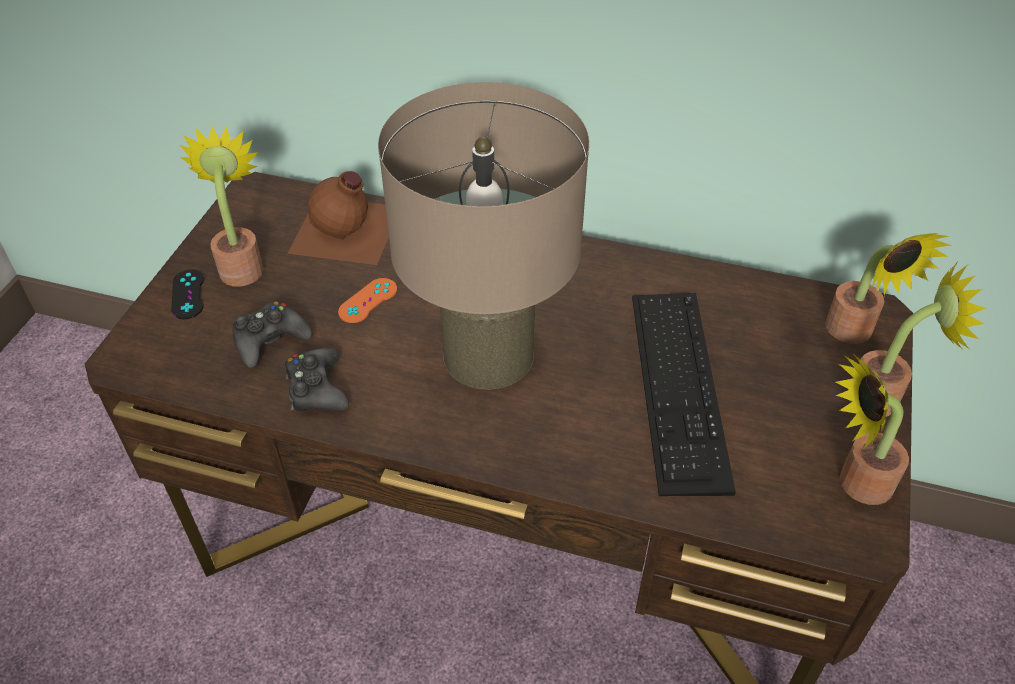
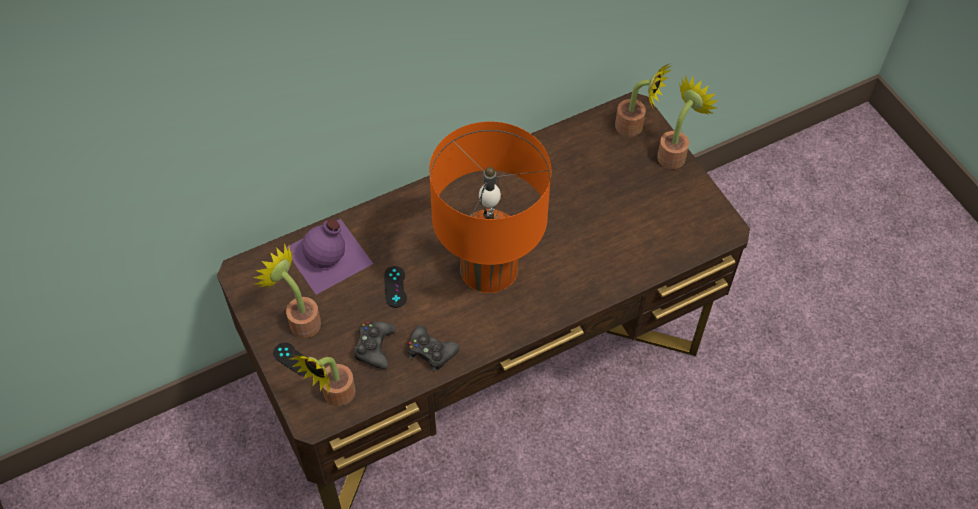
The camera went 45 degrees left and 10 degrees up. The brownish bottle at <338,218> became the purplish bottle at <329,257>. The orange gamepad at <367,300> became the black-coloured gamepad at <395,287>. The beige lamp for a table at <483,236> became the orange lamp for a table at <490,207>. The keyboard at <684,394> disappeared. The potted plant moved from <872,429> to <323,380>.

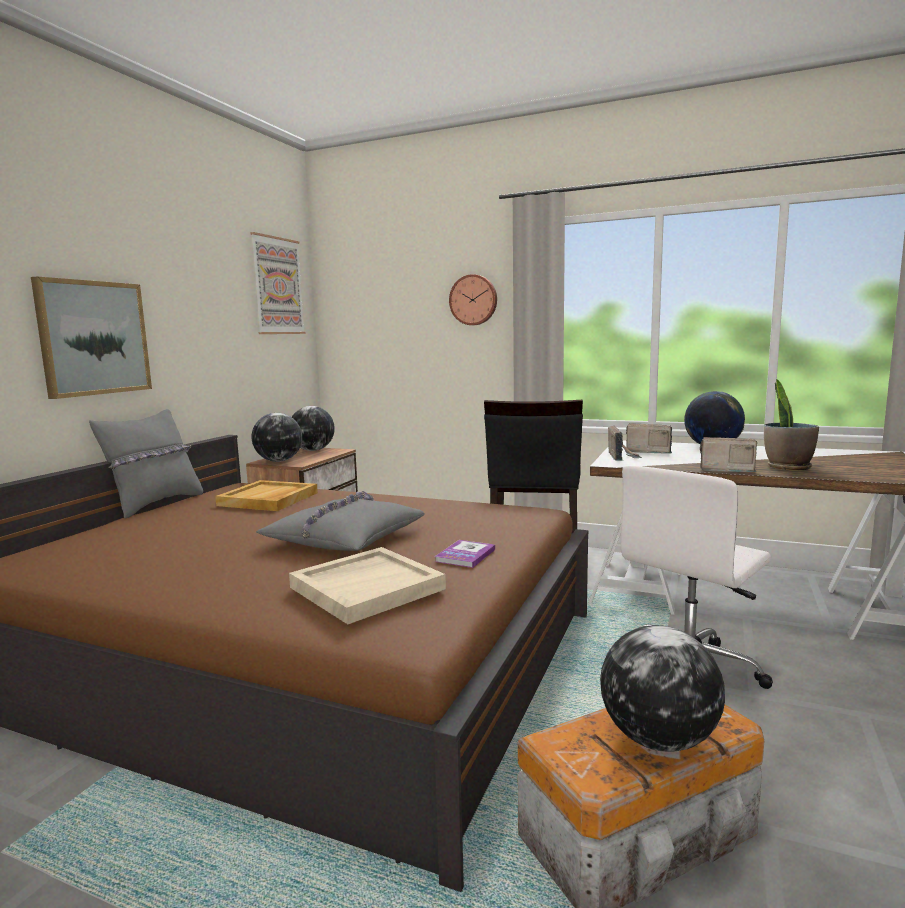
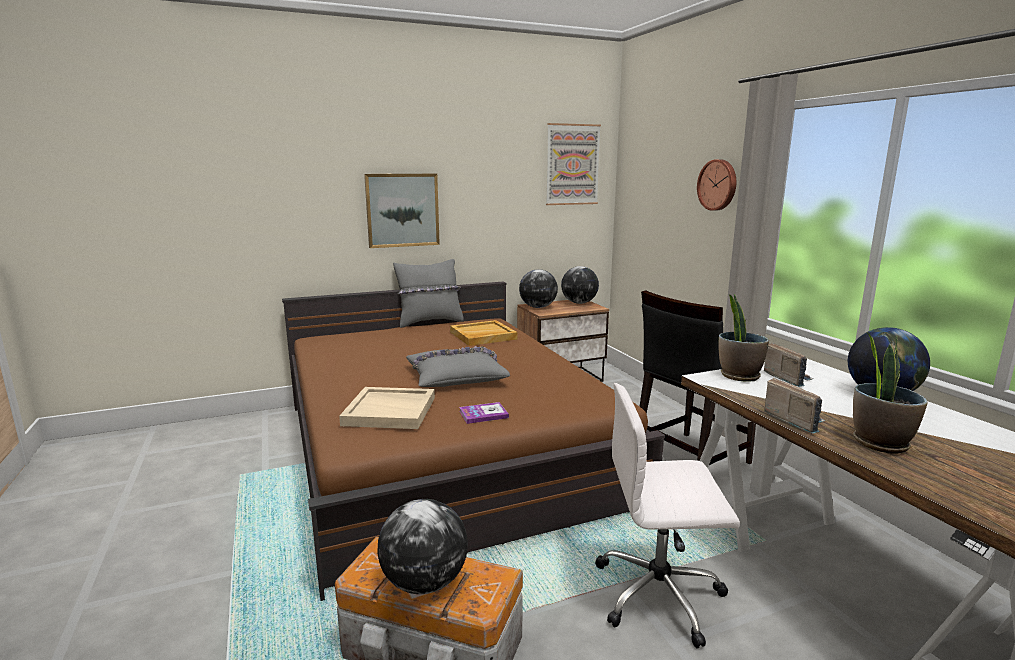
The camera went 45 degrees right and 5 degrees up. The radio set at <625,443> was replaced by the potted plant at <743,338>.

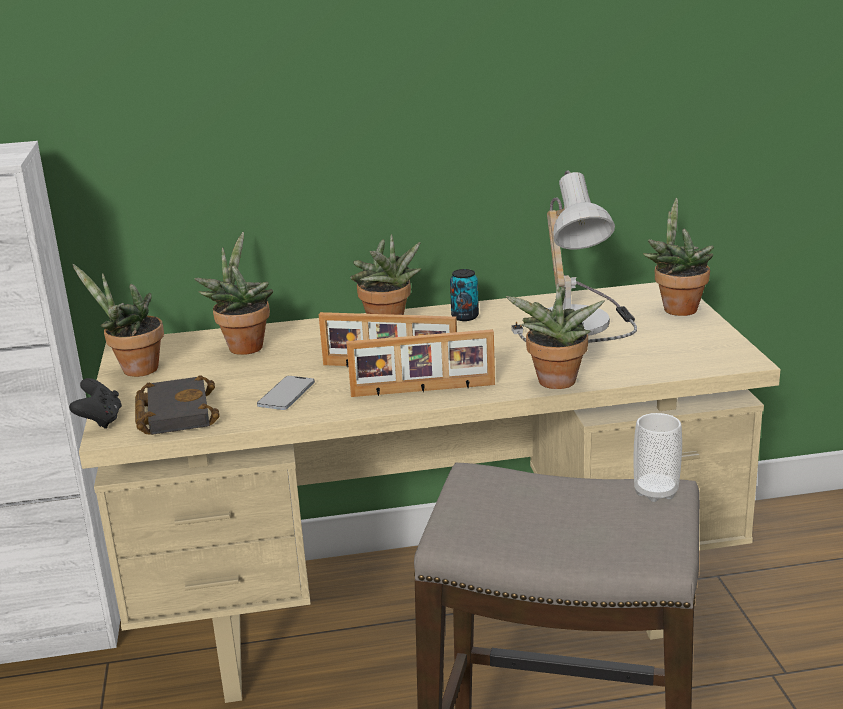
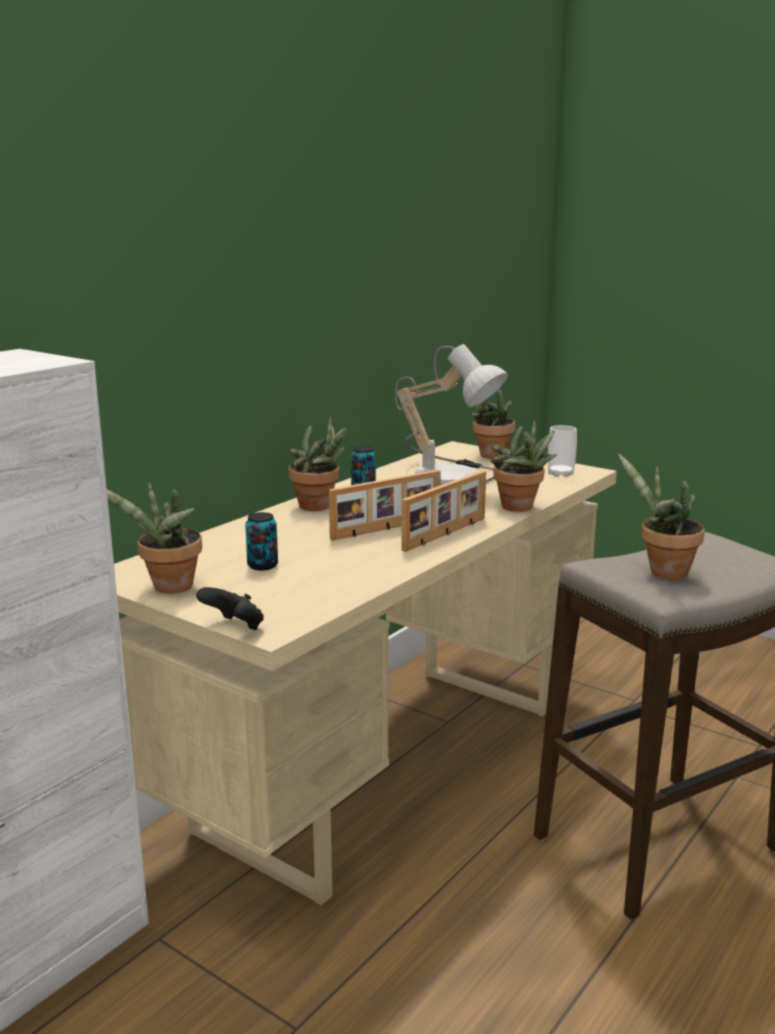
The camera went 45 degrees left and 5 degrees down. The black-coloured volume at <177,405> disappeared. The potted plant moved from <234,293> to <661,516>. The phone at <286,393> disappeared. The cup moved from <658,457> to <562,451>. The can at <261,541> appeared.

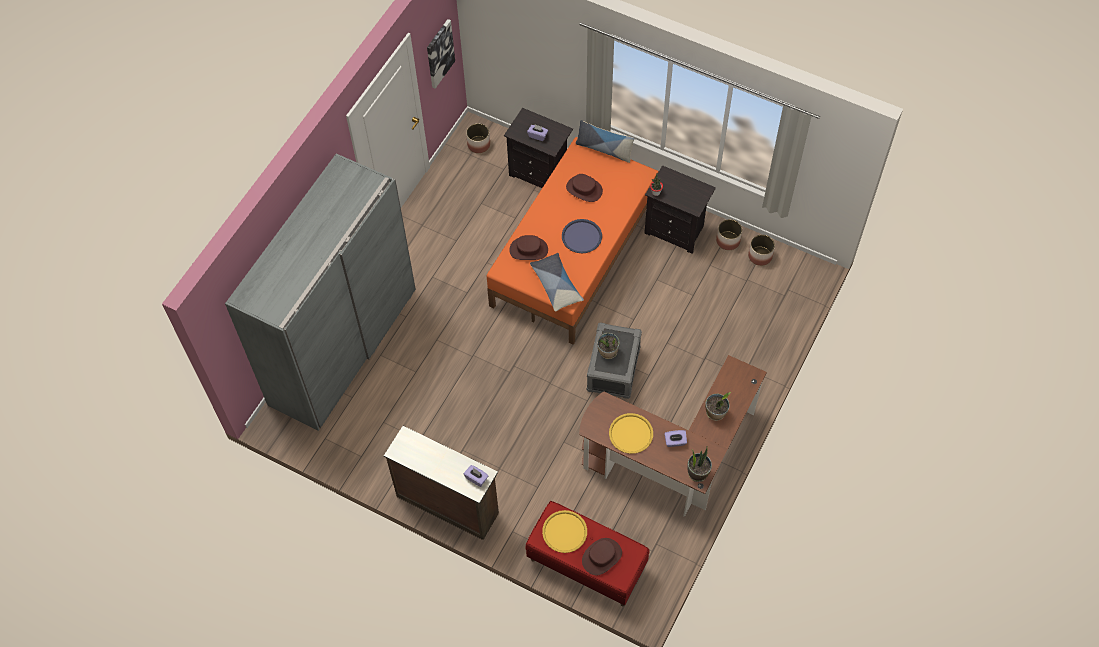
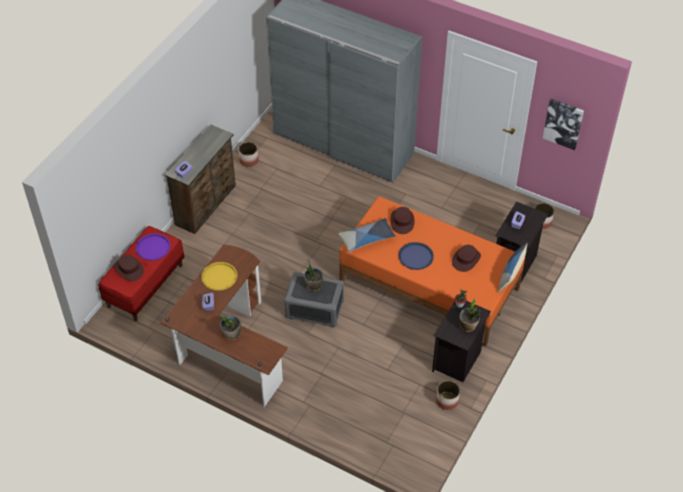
The camera went 90 degrees right and 10 degrees down. The yellowish serving tray at <564,531> became the purplish serving tray at <153,247>. The potted plant moved from <699,464> to <469,315>. The flower pot moved from <761,250> to <248,154>.

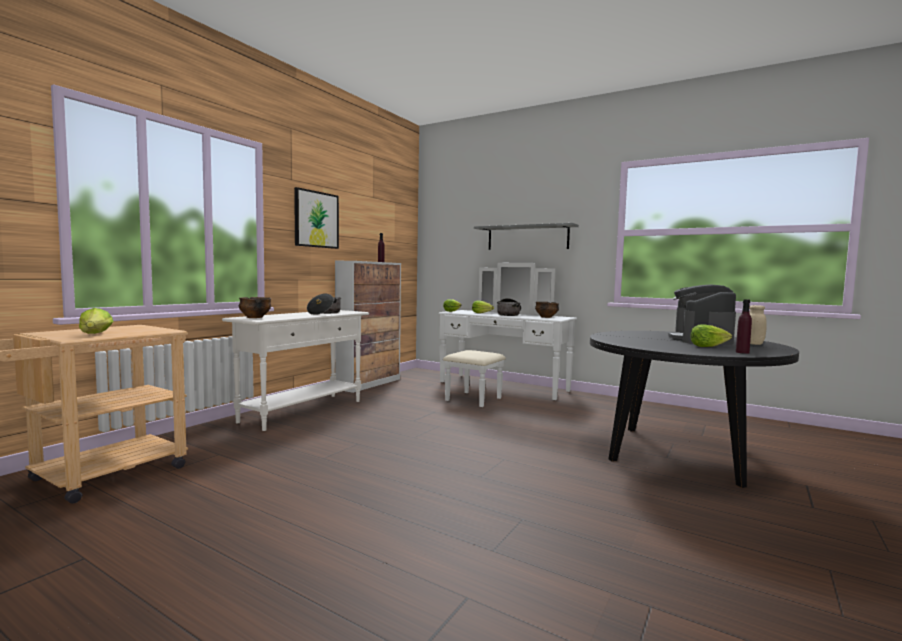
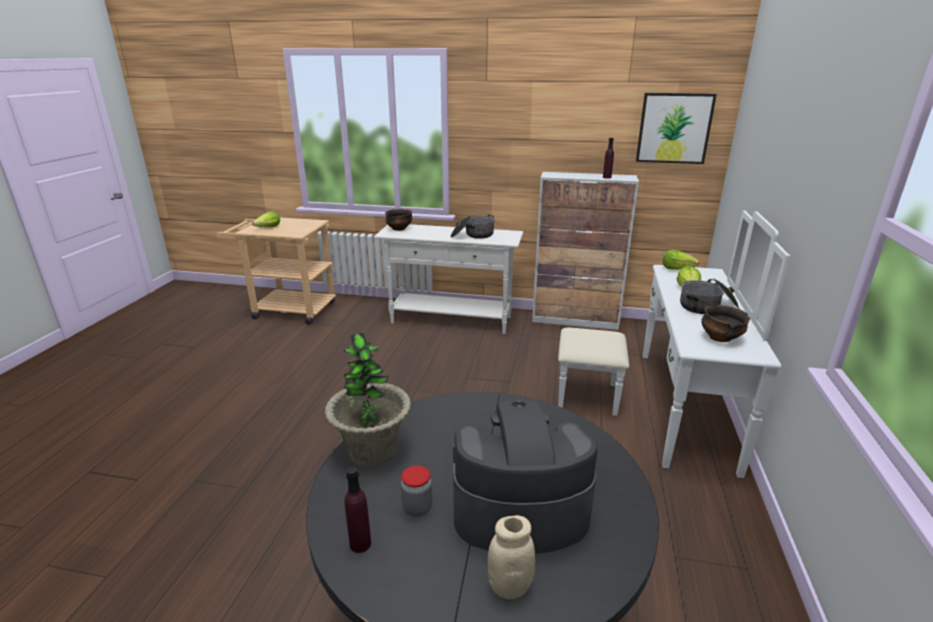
The camera went 70 degrees right and 20 degrees up. The picture moved from <316,218> to <676,128>. The grey shelf at <526,236> disappeared. The lettuce head at <711,335> was replaced by the jar at <416,491>. The potted plant at <368,399> appeared.

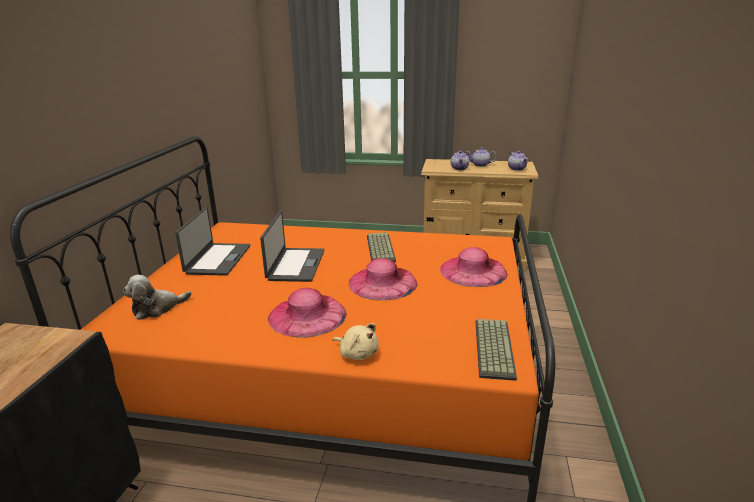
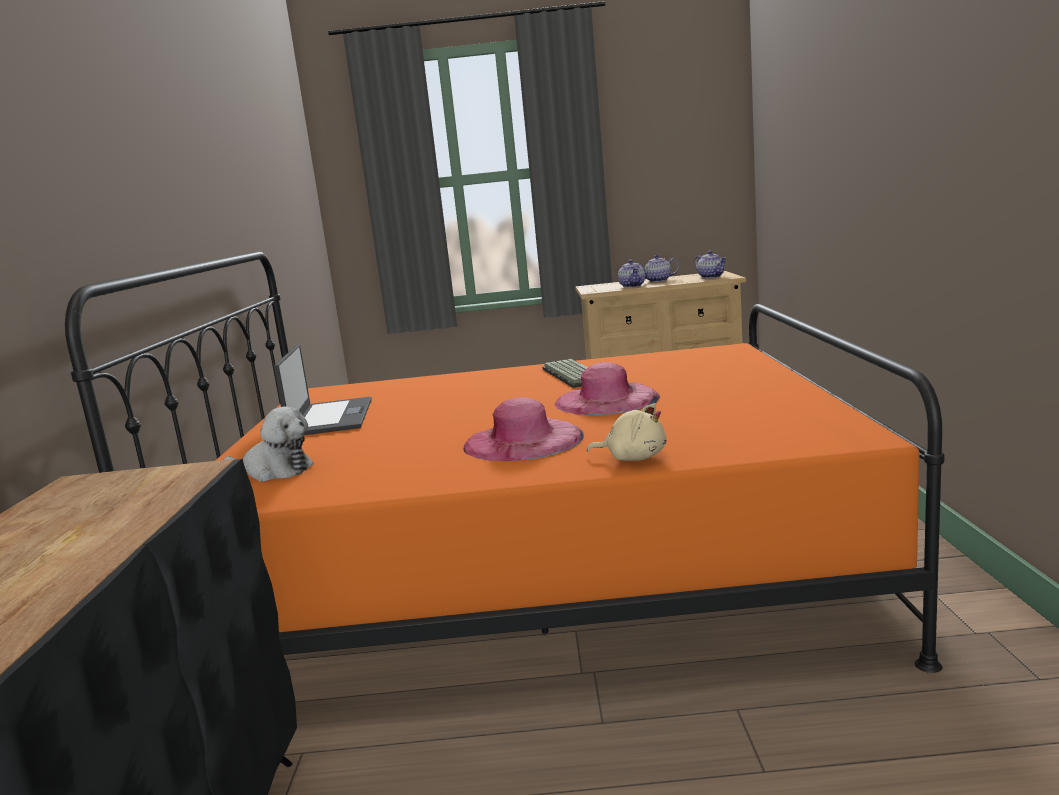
The camera went 10 degrees left and 10 degrees down. The soft toy at <157,297> turned 120 degrees counterclockwise. The laptop at <292,246> disappeared. The pink-coloured clothing hat at <474,267> disappeared. The keyboard at <496,350> disappeared.

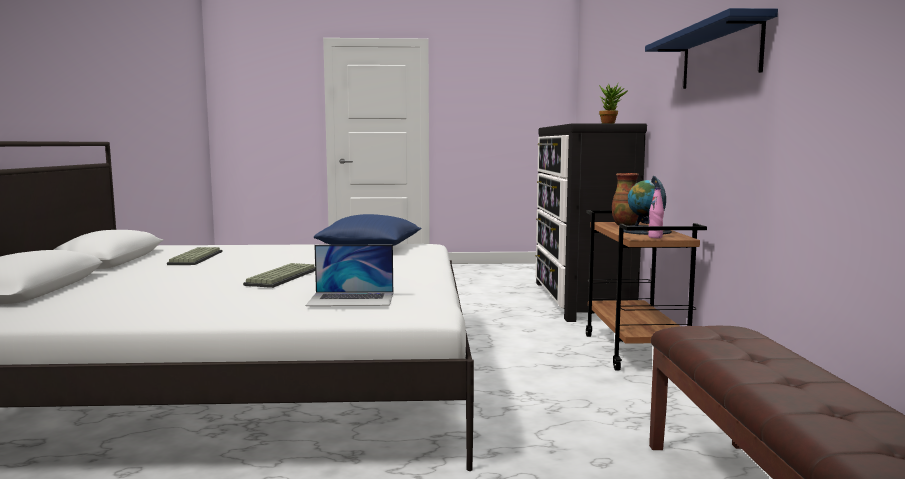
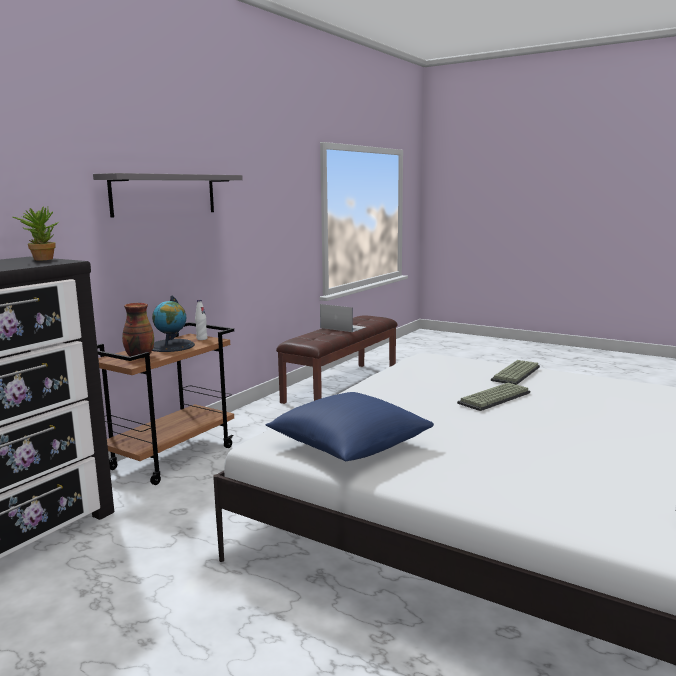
The camera went 145 degrees left and 5 degrees up. The keyboard moved from <195,256> to <515,372>. The laptop moved from <349,275> to <343,318>. The bluish shelf at <711,48> became the grey shelf at <168,195>. The pink-coloured bottle at <656,213> became the whitish bottle at <201,320>.

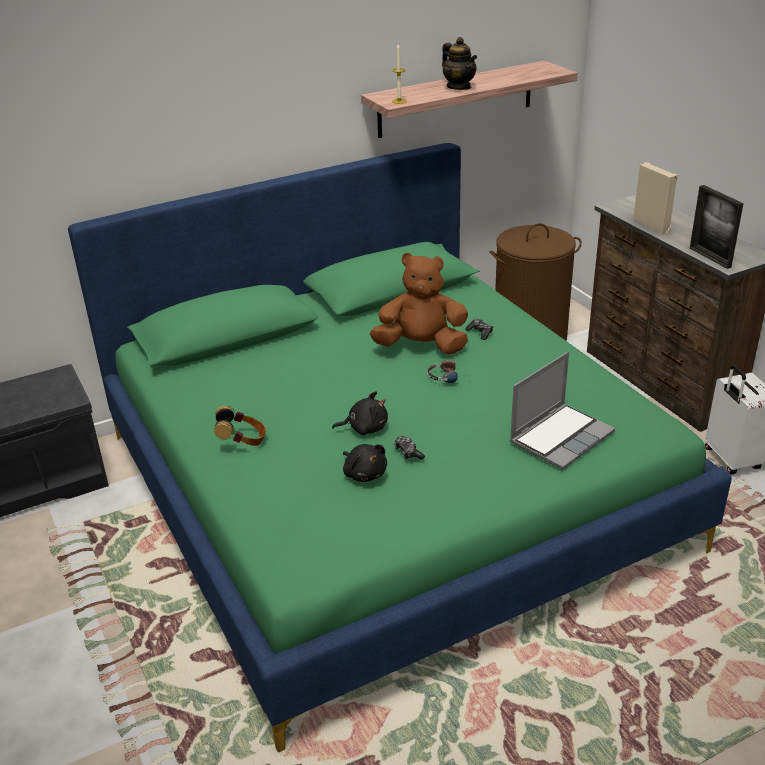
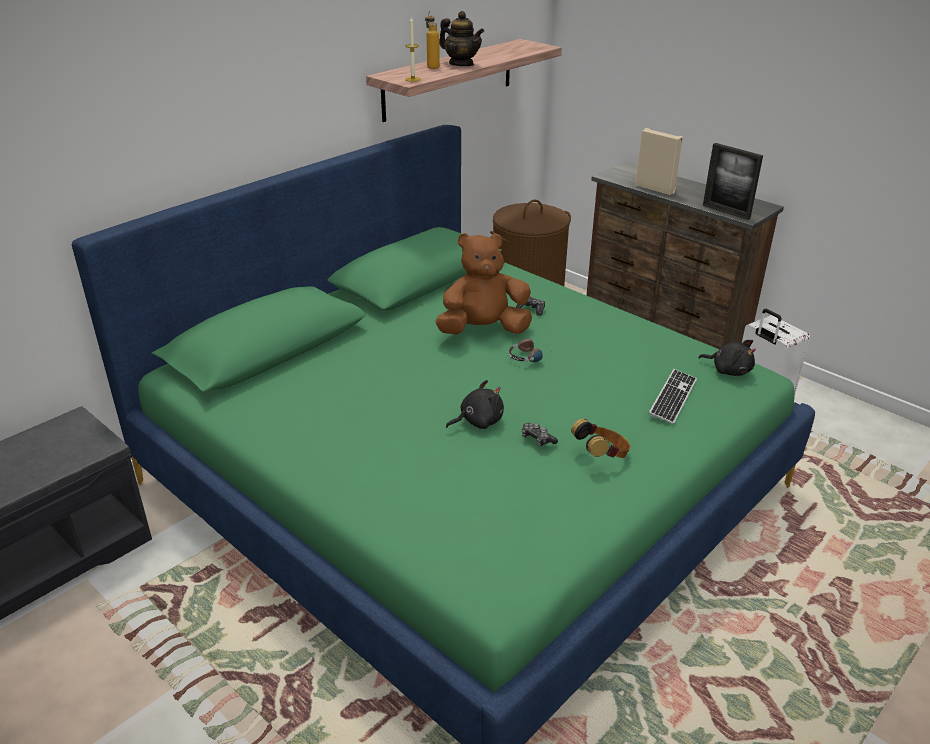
The camera went 20 degrees left and 0 degrees up. The headphones moved from <240,425> to <600,438>. The black-coloured soft toy moved from <365,463> to <727,358>. The laptop at <562,410> was replaced by the keyboard at <673,396>. The bottle at <432,40> appeared.

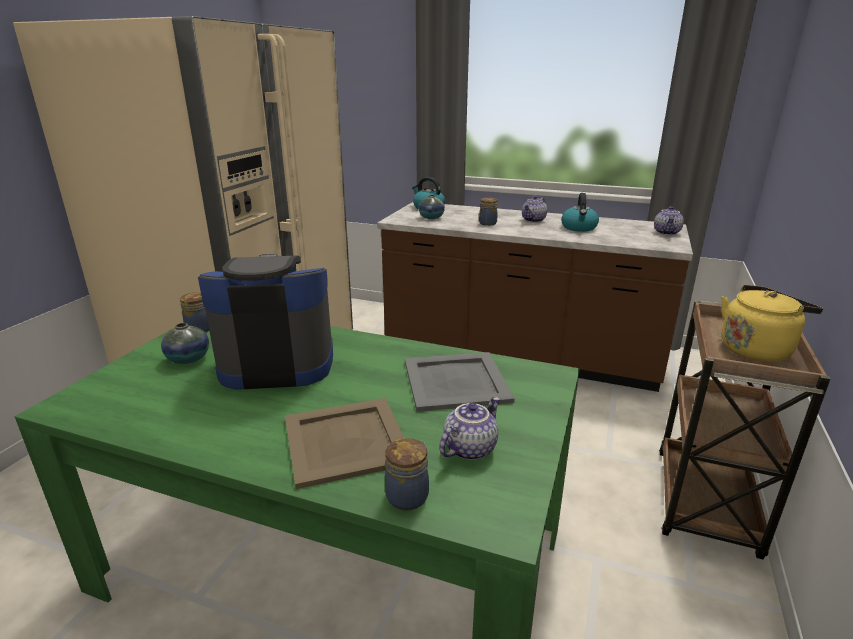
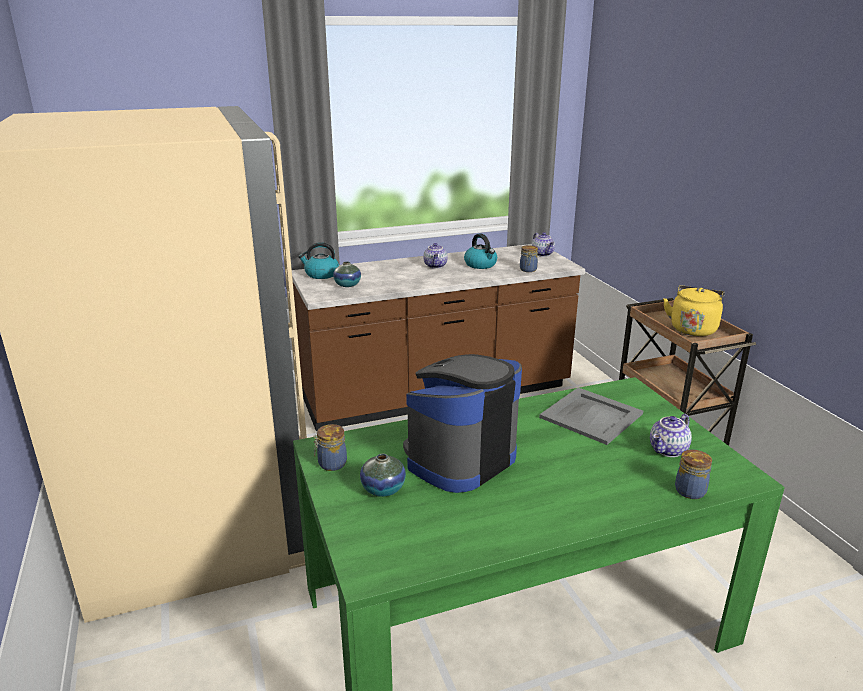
The camera went 40 degrees left and 0 degrees up. The beige serving tray at <344,443> disappeared. The pot for tea at <469,428> turned 135 degrees counterclockwise. The jar moved from <488,212> to <529,258>.

